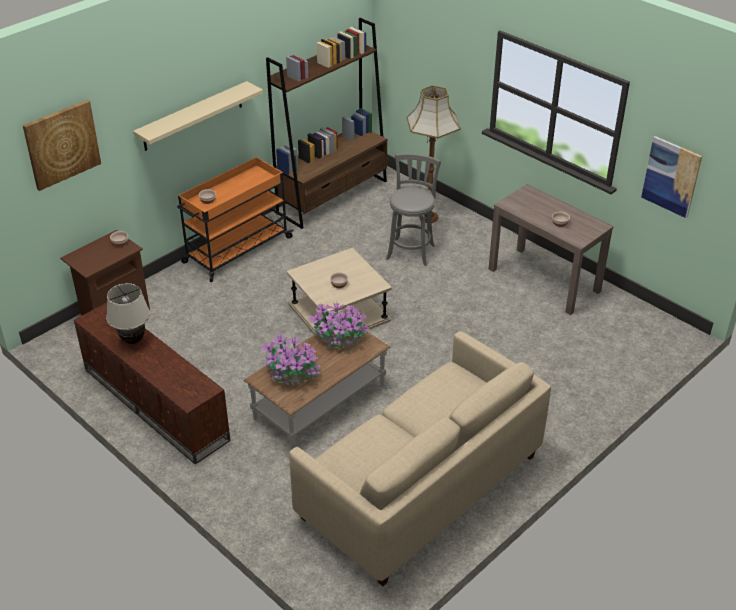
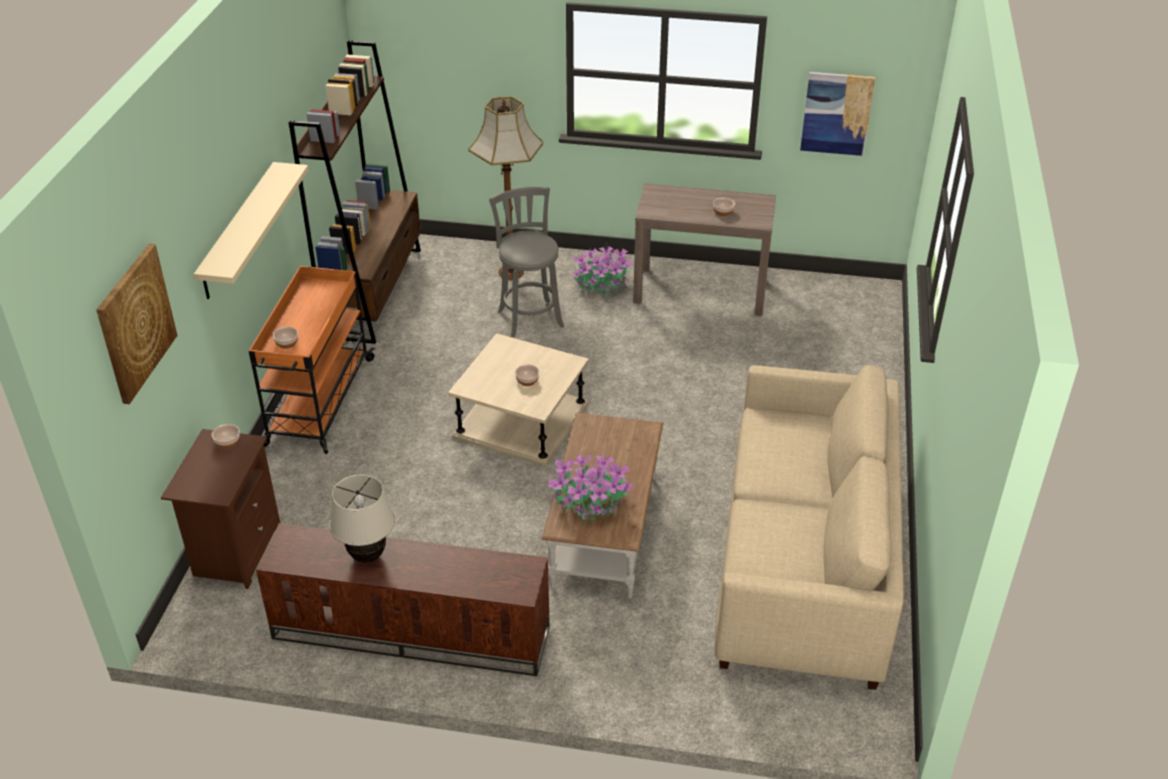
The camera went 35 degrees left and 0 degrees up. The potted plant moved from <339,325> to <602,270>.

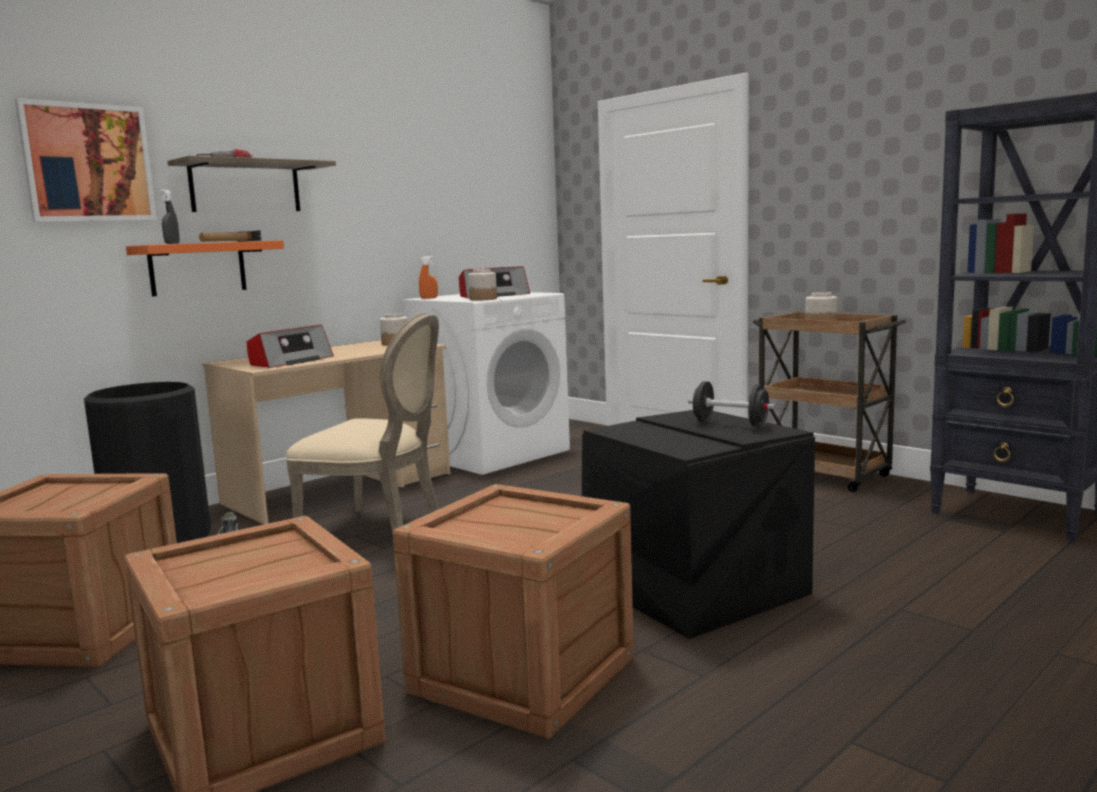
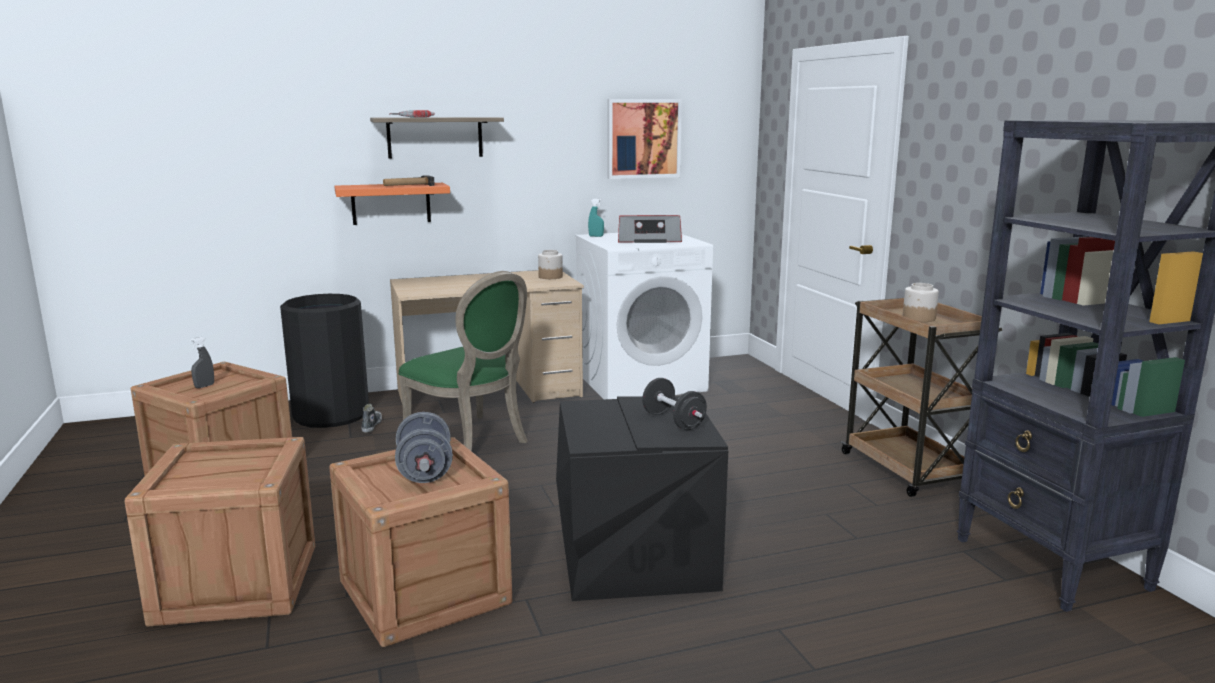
The camera went 25 degrees right and 5 degrees up. The picture moved from <86,160> to <644,139>. The grey spray bottle moved from <170,216> to <202,362>. The radio set at <290,346> disappeared. The beige plain chair at <362,423> became the green plain chair at <463,361>. The orange spray bottle at <428,277> became the turquoise-coloured spray bottle at <596,218>. The jar at <482,285> disappeared. The grey dumbbell at <424,447> appeared.

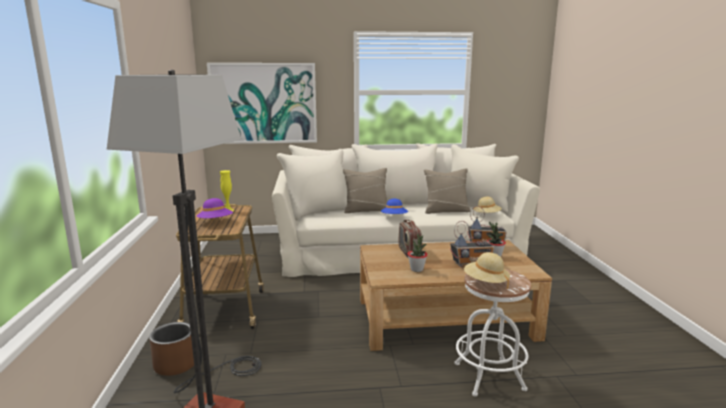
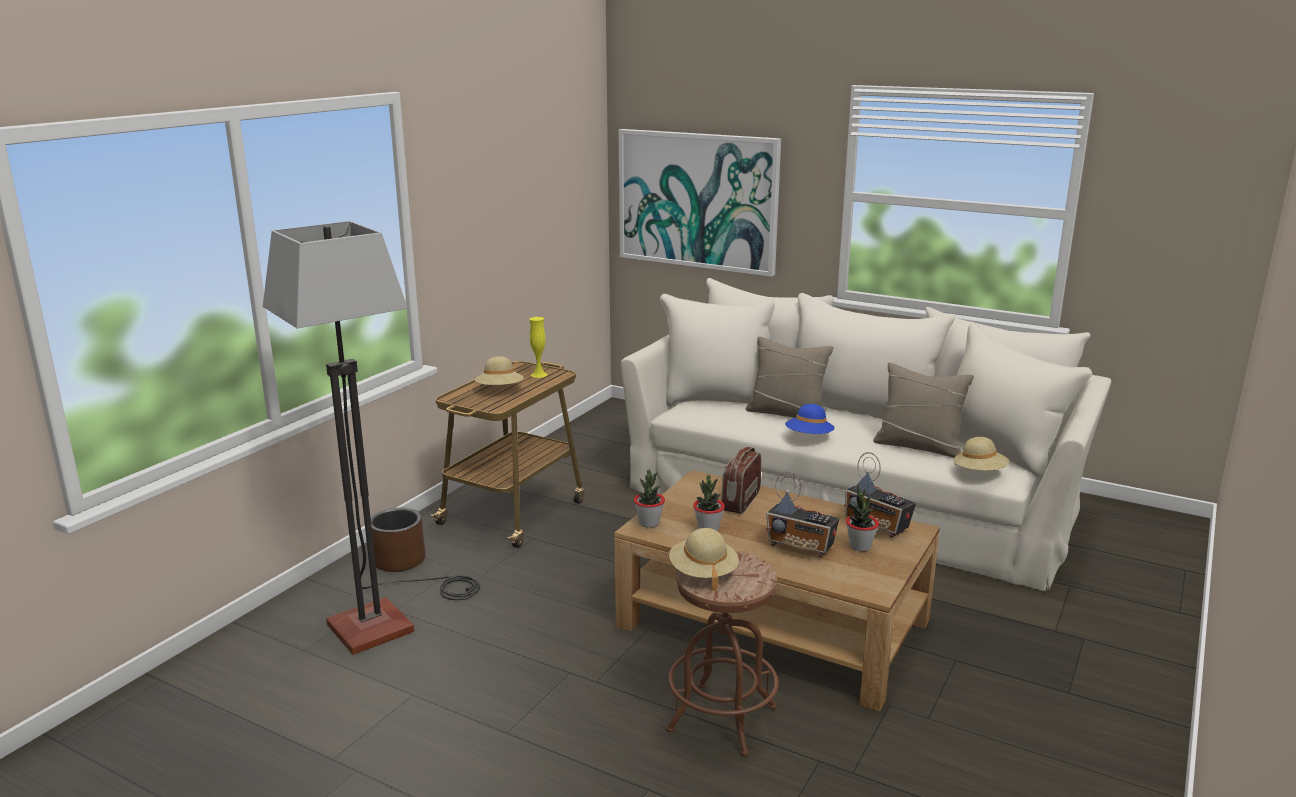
The camera went 35 degrees right and 5 degrees up. The purplish clothing hat at <215,208> became the beige clothing hat at <499,370>. The whitish stool at <492,332> became the brownish stool at <722,654>. The potted plant at <649,498> appeared.

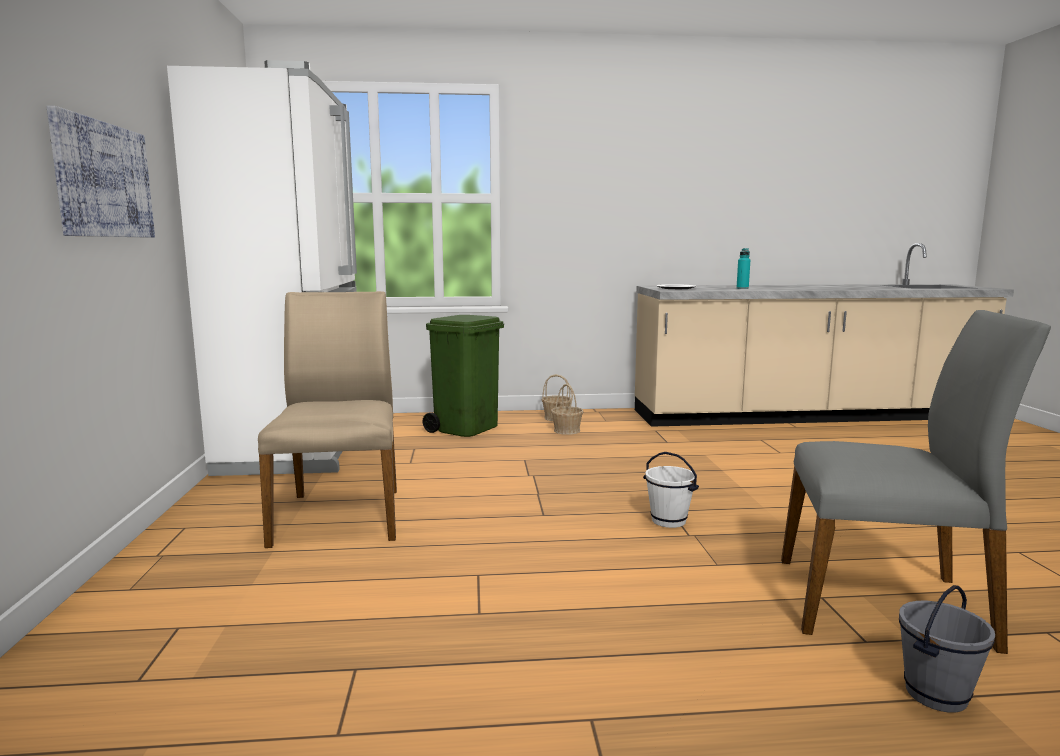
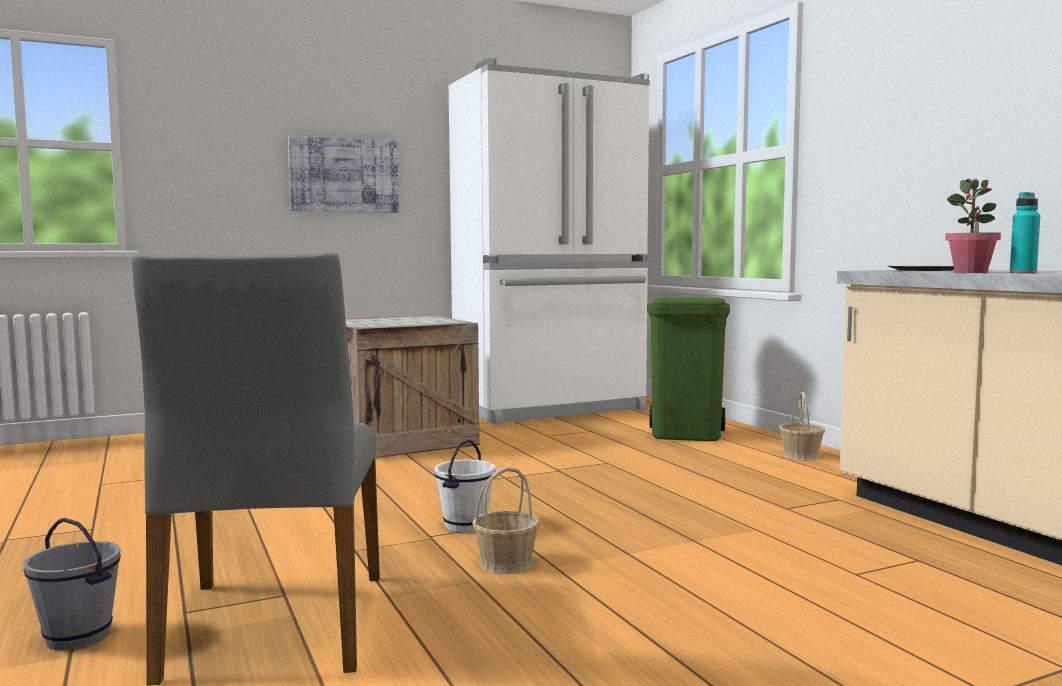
The camera went 70 degrees right and 5 degrees down. The beige plain chair at <327,419> was replaced by the shipping crate at <412,386>. The storage basket moved from <567,409> to <506,520>. The potted plant at <973,225> appeared.

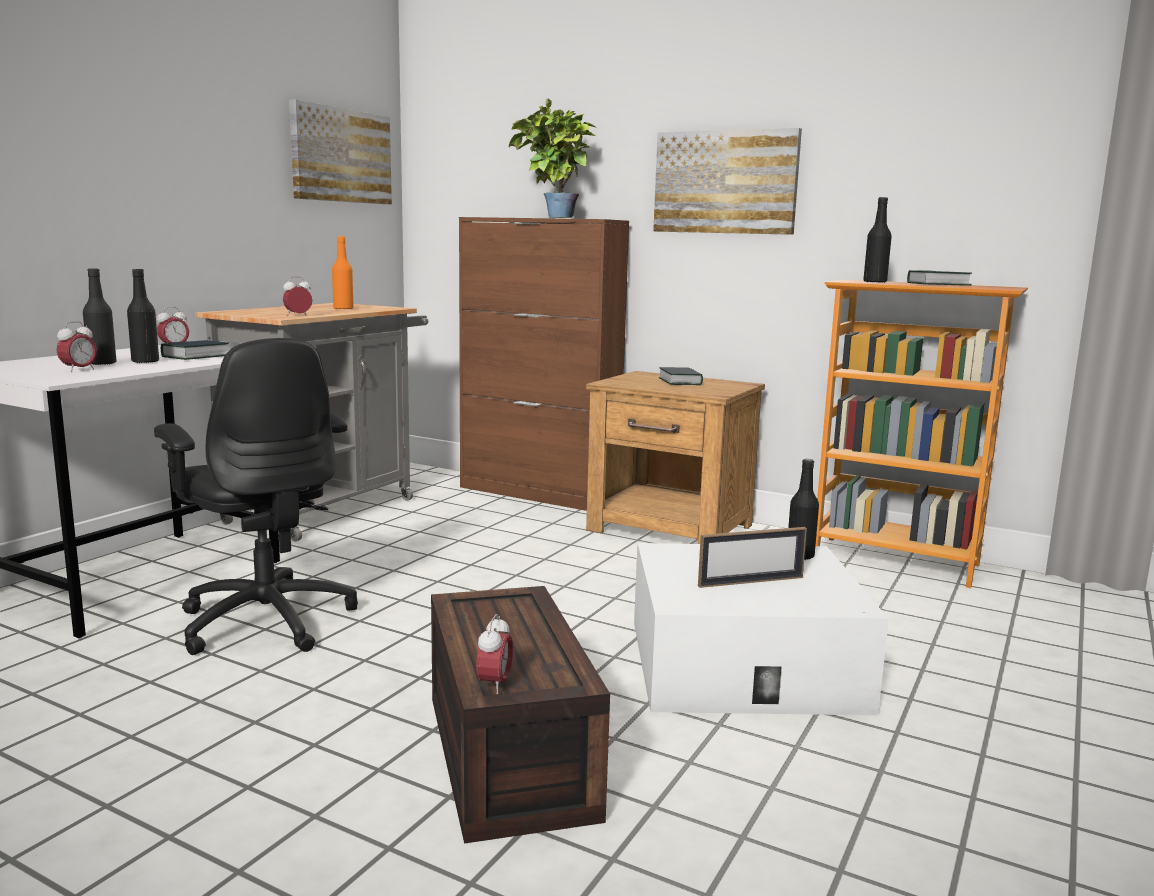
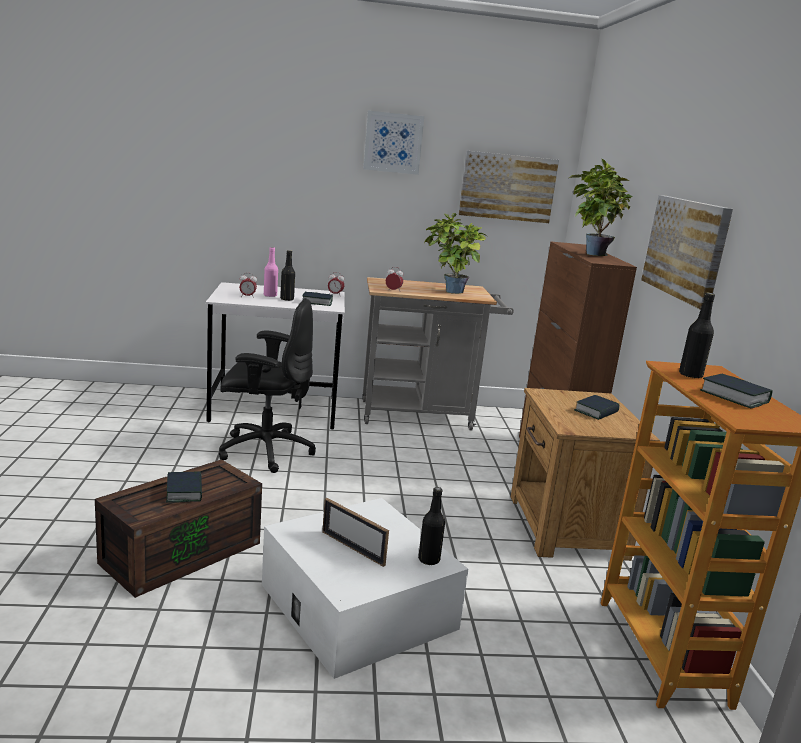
The camera went 55 degrees right and 5 degrees up. The black-coloured bottle at <100,316> became the pink-coloured bottle at <271,272>. The black-coloured desk chair at <256,496> turned 105 degrees counterclockwise. The orange bottle at <343,273> was replaced by the potted plant at <455,253>. The bedside clock at <494,654> disappeared. The volume at <184,487> appeared. The picture at <393,143> appeared.

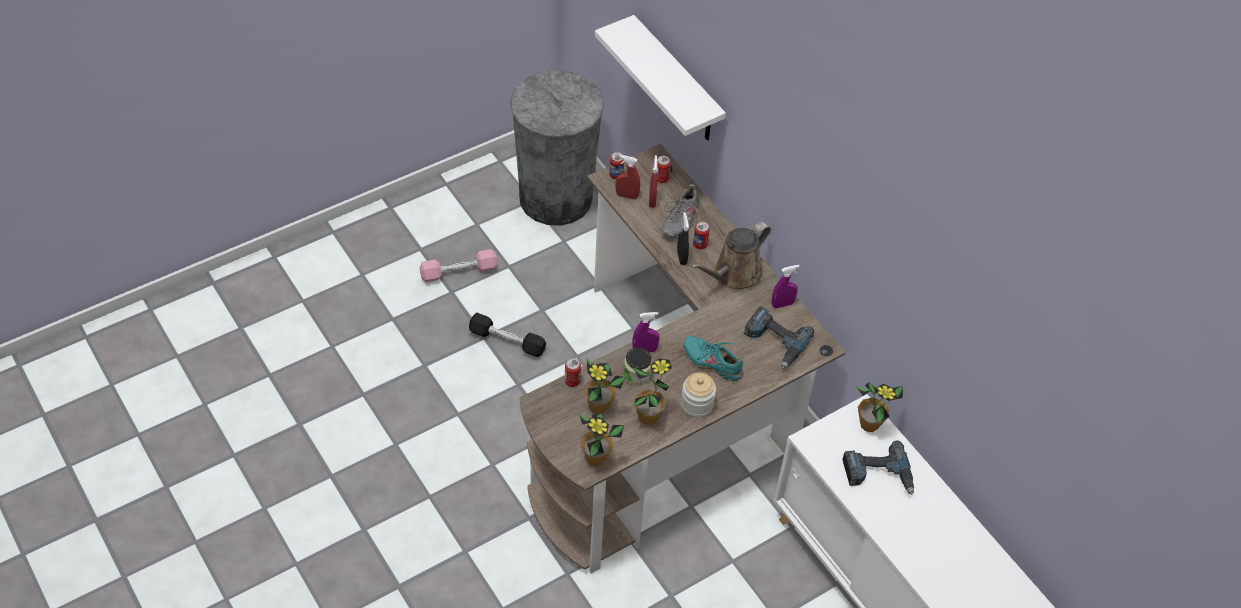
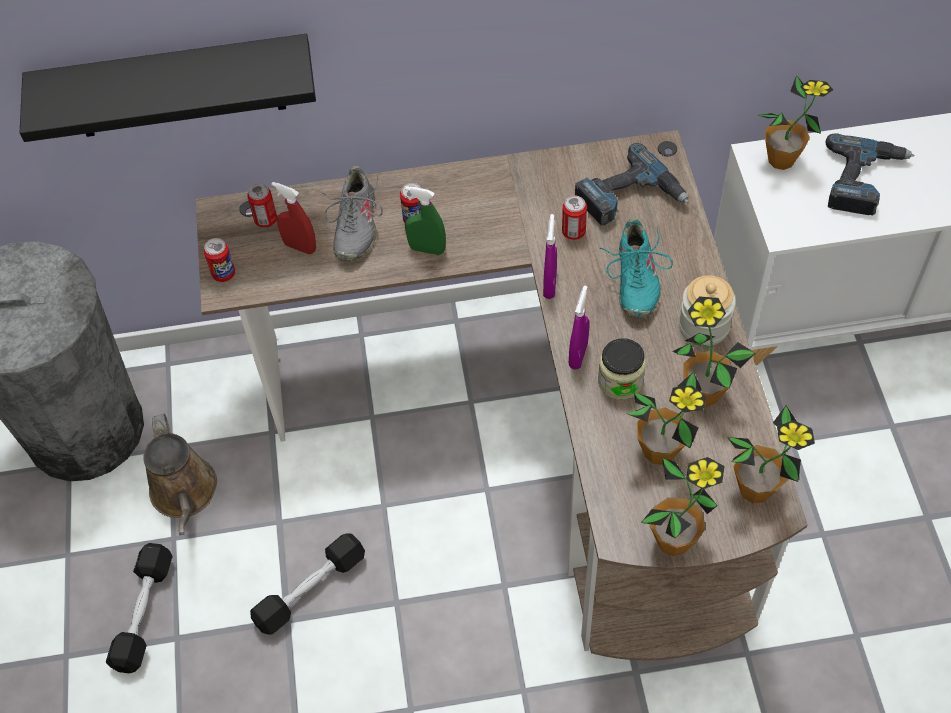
The camera went 60 degrees left and 5 degrees up. The pink-coloured dumbbell at <459,265> became the black-coloured dumbbell at <139,608>. The can moved from <573,372> to <574,218>. The whitish shelf at <660,78> became the black-coloured shelf at <168,88>. The red spray bottle at <628,177> disappeared. The grey low shoe at <682,211> turned 45 degrees clockwise. The black-coloured spray bottle at <683,238> became the green spray bottle at <425,220>. The turquoise-coloured low shoe at <713,358> turned 60 degrees counterclockwise. The brownish watering pot moved from <731,256> to <180,474>. The purplish spray bottle moved from <786,286> to <550,256>. The potted plant at <683,506> appeared.

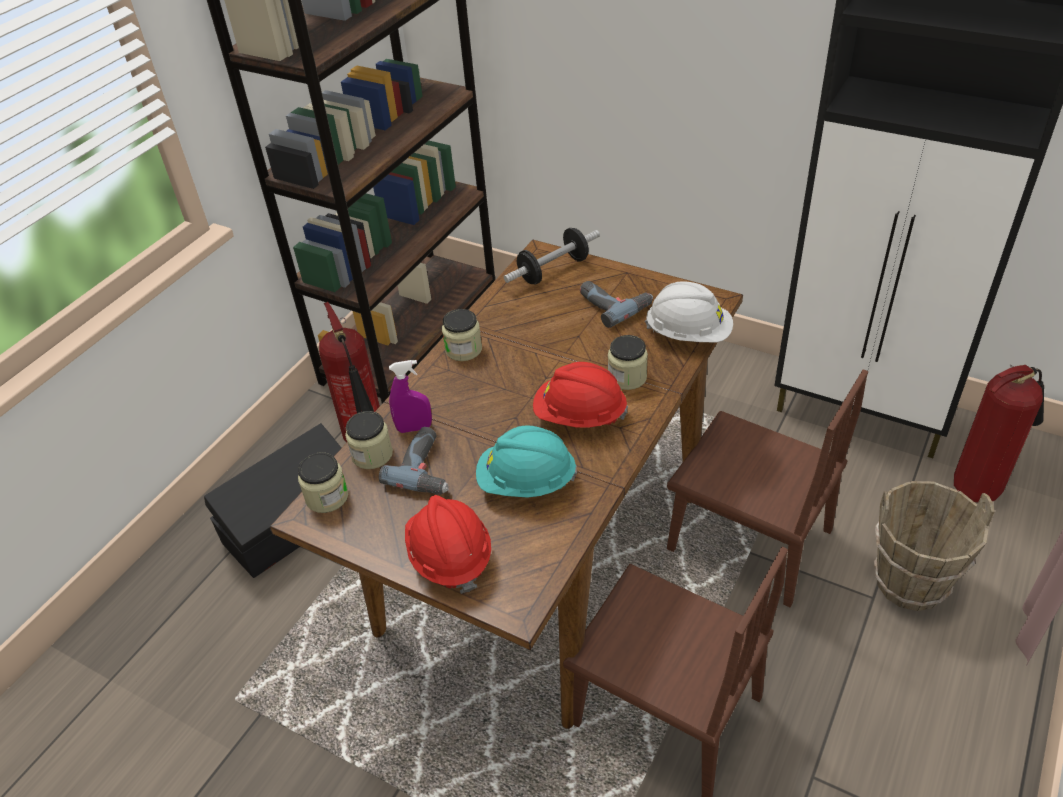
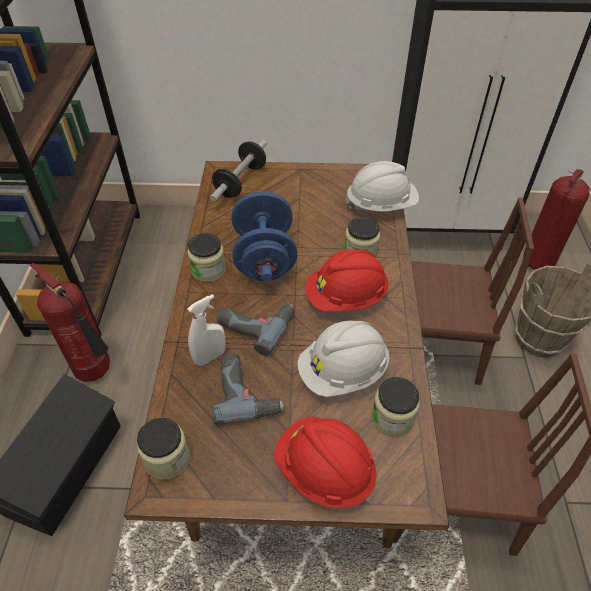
The camera went 30 degrees left and 5 degrees up. The jar moved from <369,440> to <396,407>. The purplish spray bottle at <410,396> became the whitish spray bottle at <206,330>. The turquoise-coloured work helmet at <526,462> became the whitish work helmet at <343,359>. The electric drill moved from <616,304> to <255,330>. The bluish dumbbell at <264,236> appeared.

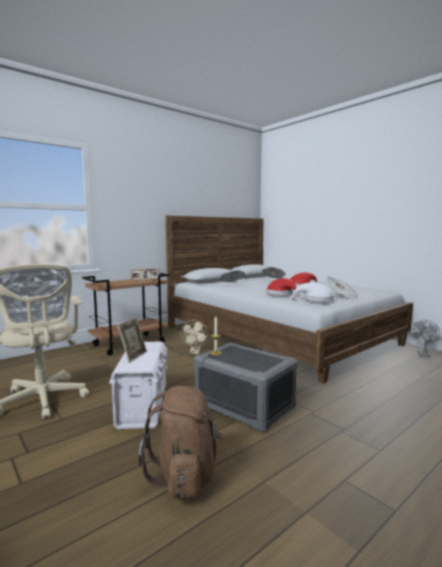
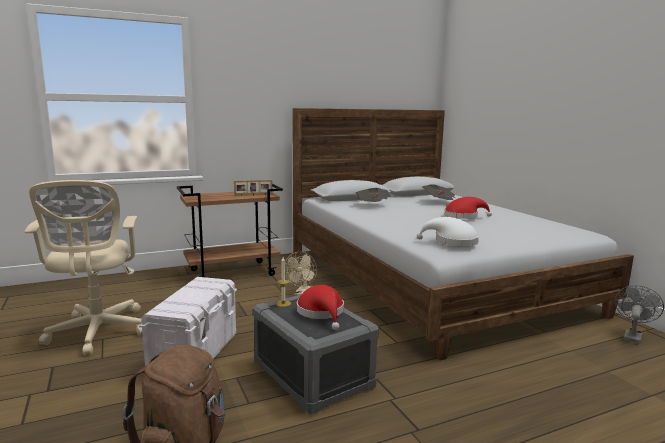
The camera went 15 degrees right and 5 degrees up. The photo frame at <132,340> disappeared. The red clothing hat moved from <282,287> to <320,307>. The newspaper at <341,287> disappeared.

